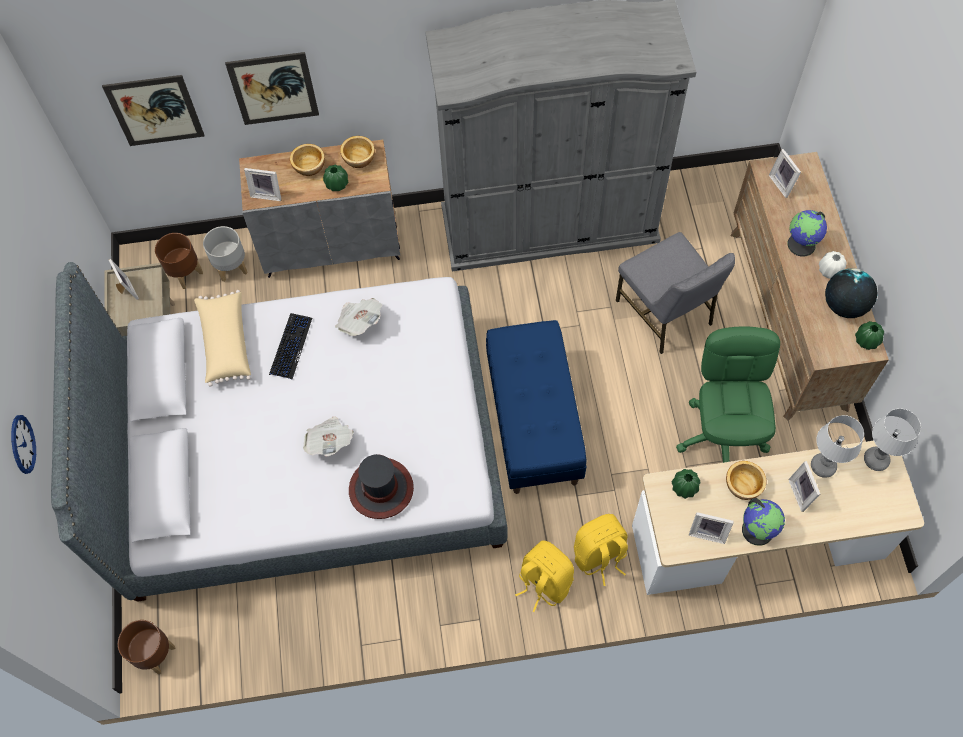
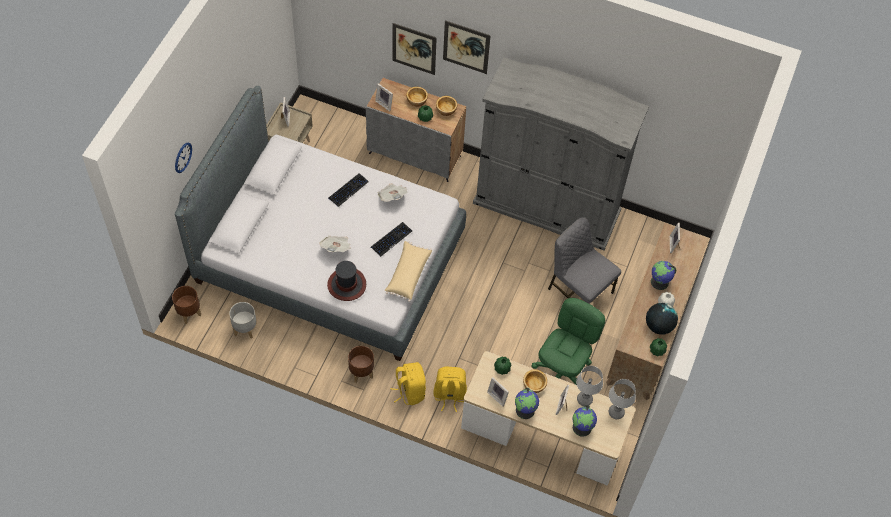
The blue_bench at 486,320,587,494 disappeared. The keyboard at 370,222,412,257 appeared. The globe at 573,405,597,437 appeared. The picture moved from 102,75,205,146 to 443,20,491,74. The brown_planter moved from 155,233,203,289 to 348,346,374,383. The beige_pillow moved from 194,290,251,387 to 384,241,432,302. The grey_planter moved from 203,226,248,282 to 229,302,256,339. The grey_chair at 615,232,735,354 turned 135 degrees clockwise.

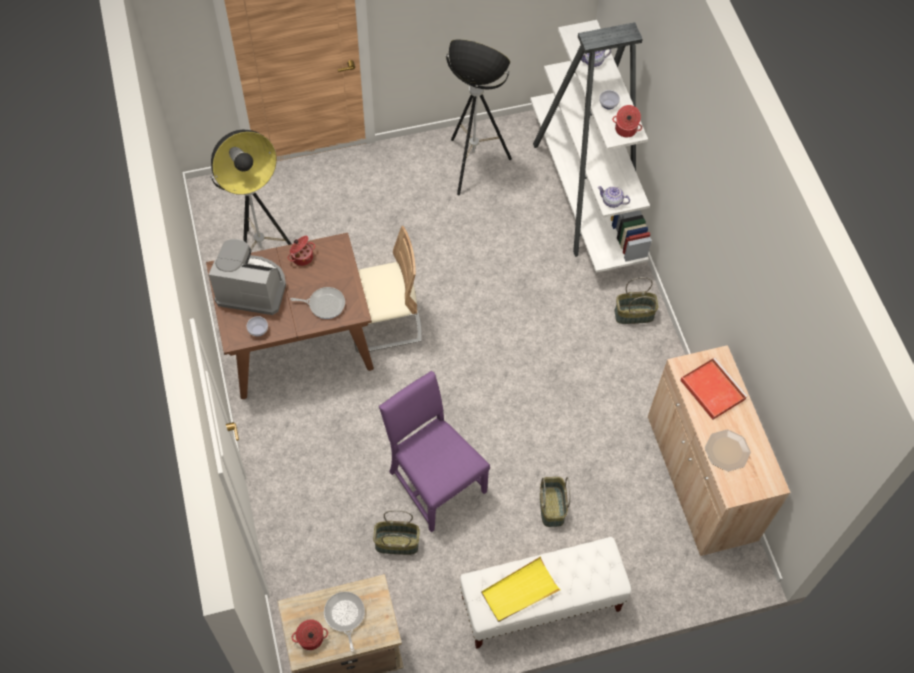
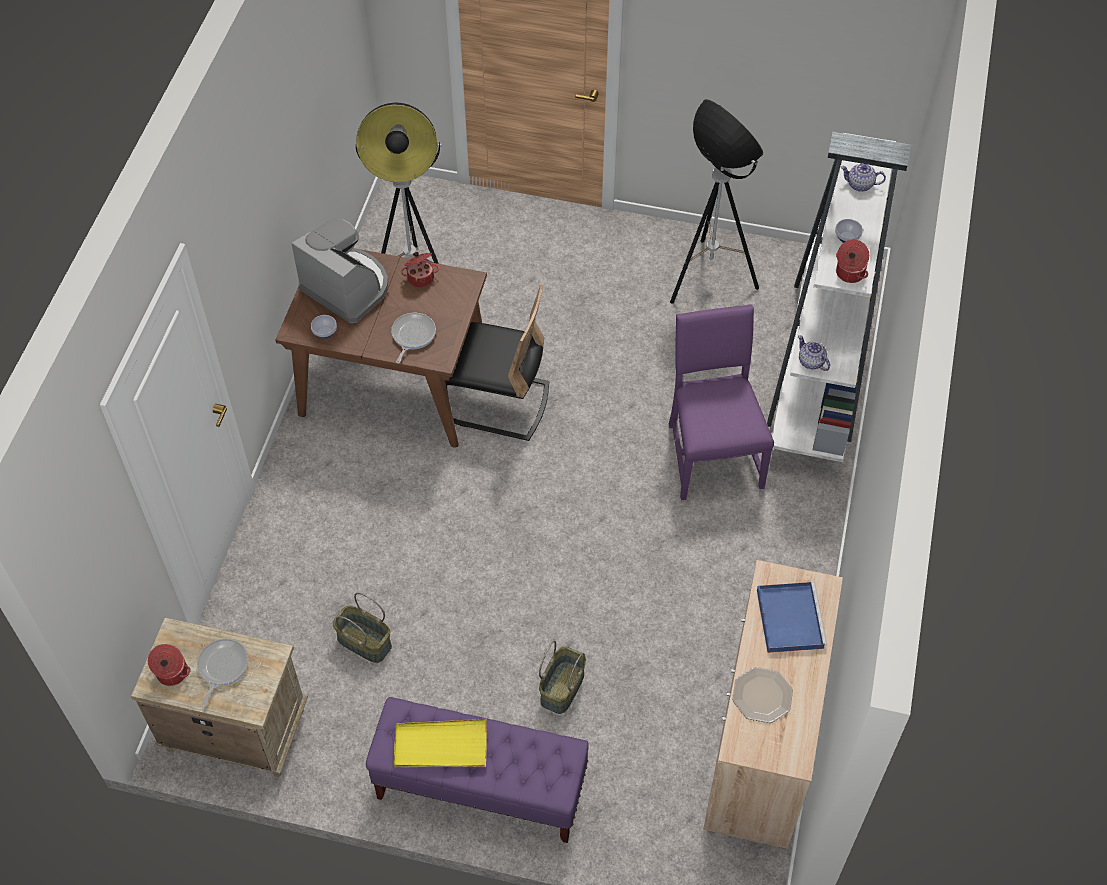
The basket at 614,277,659,324 disappeared. The purple_chair moved from 379,371,490,532 to 669,304,774,501. The beige_chair at 354,226,422,353 became the black_chair at 445,285,549,441. The white_bench at 460,537,631,649 became the purple_bench at 366,697,589,843. The red_tray at 680,358,748,420 became the blue_tray at 757,582,827,653. The frying_pan at 290,287,345,319 turned 105 degrees counterclockwise.

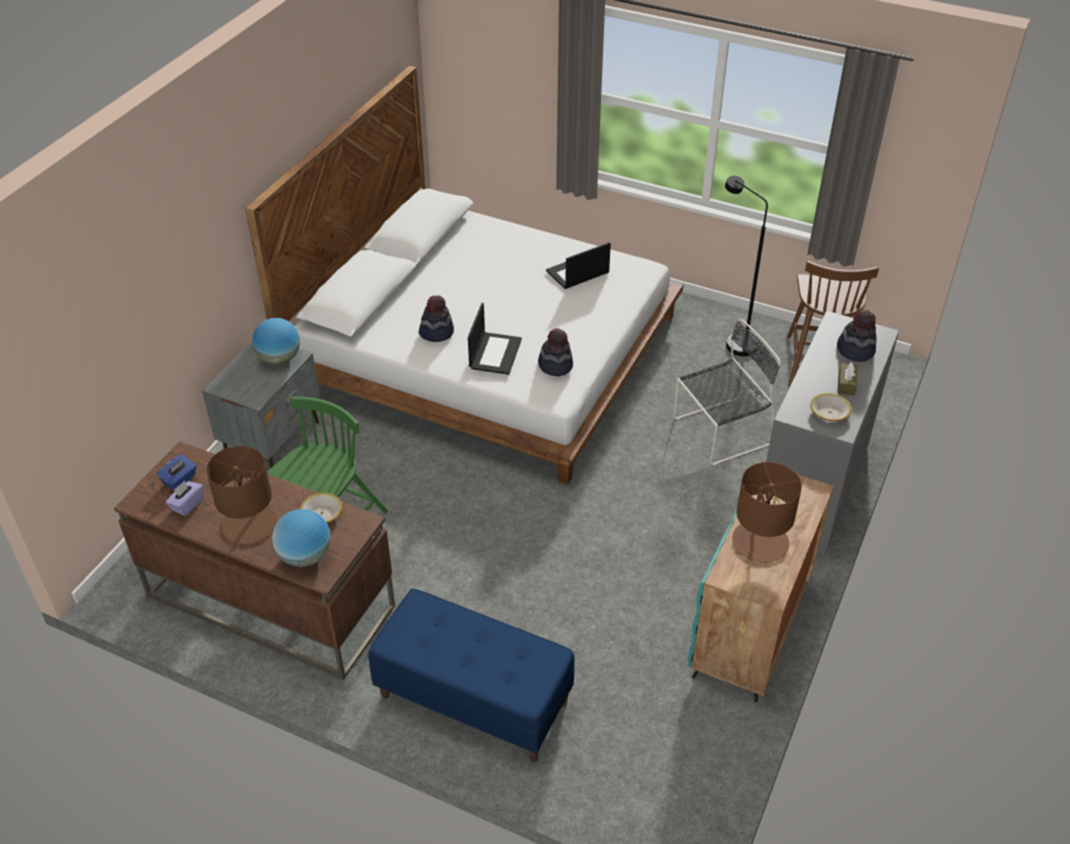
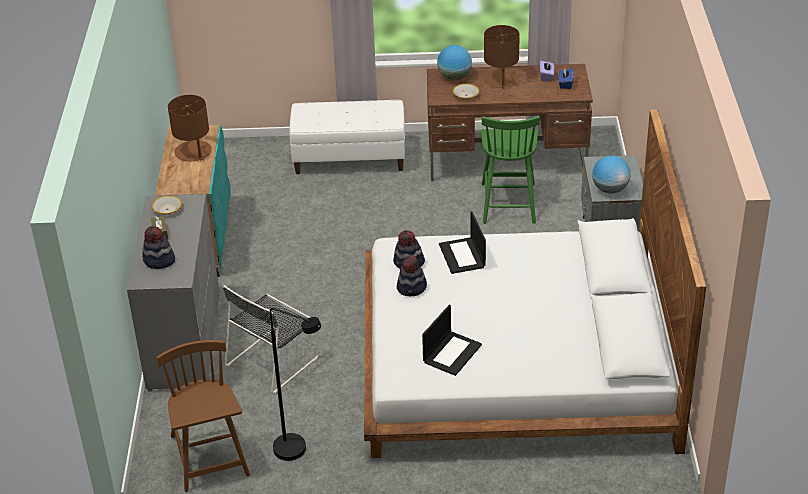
The hat moved from 419,295,454,342 to 397,255,427,296. The blue_bench at 368,589,575,762 became the white_bench at 289,100,405,174.

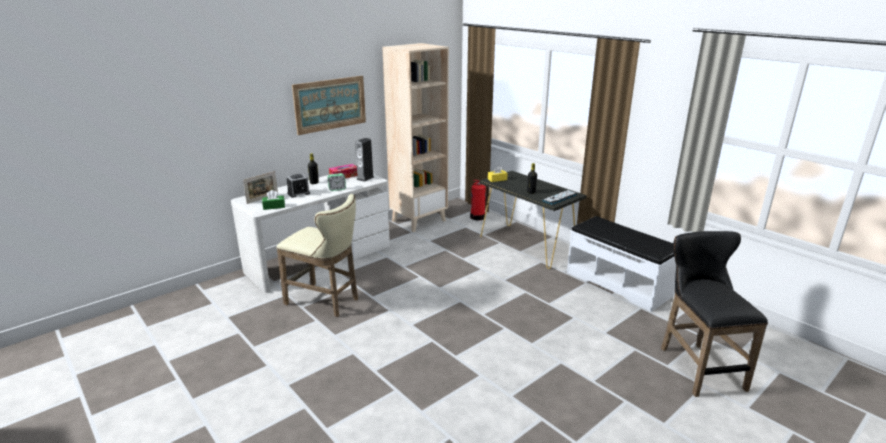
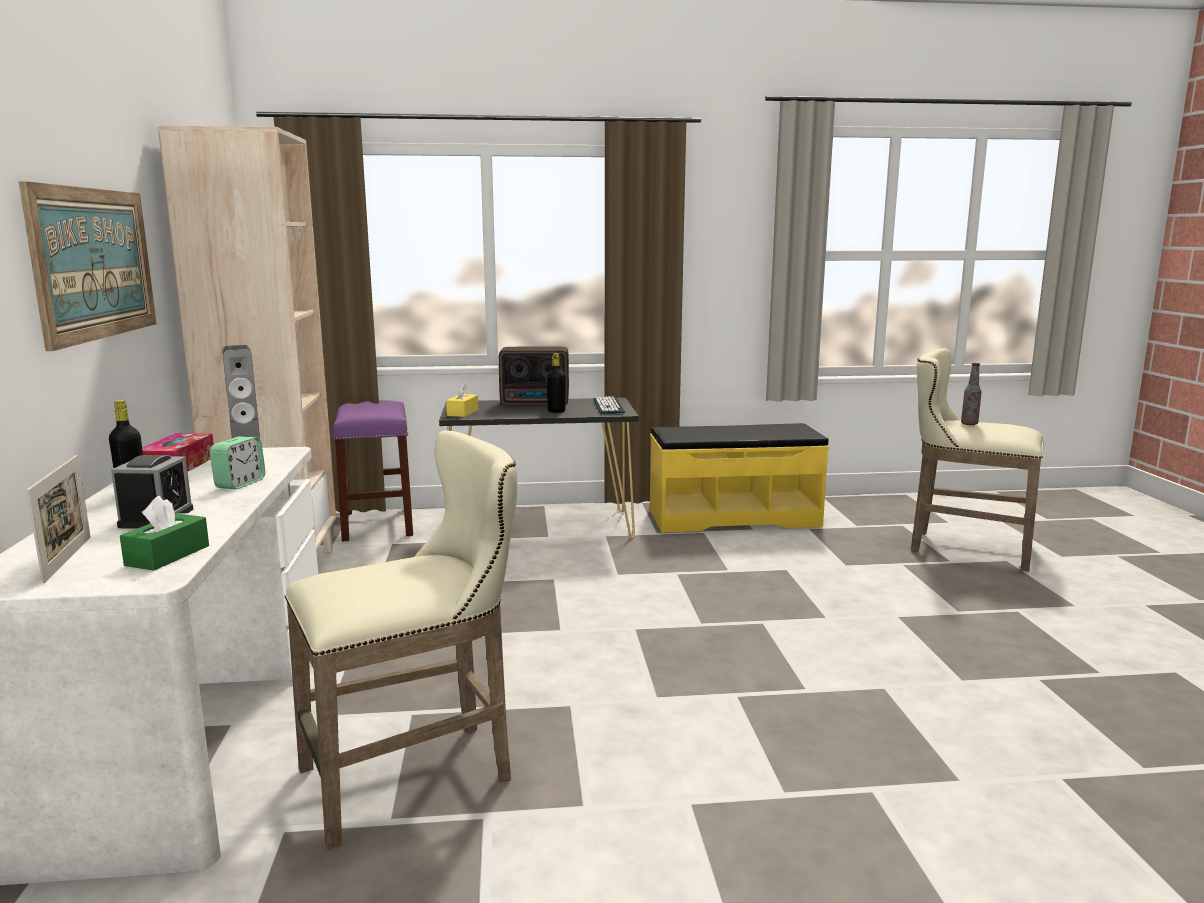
The radio at 499,346,569,406 appeared. The bottle at 961,363,982,425 appeared. The fire_extinguisher at 470,180,488,220 was replaced by the purple_stool at 333,400,413,541. The white_bench at 567,216,676,312 became the yellow_bench at 650,423,829,533. The black_stool at 661,231,768,397 became the beige_stool at 911,348,1044,572.

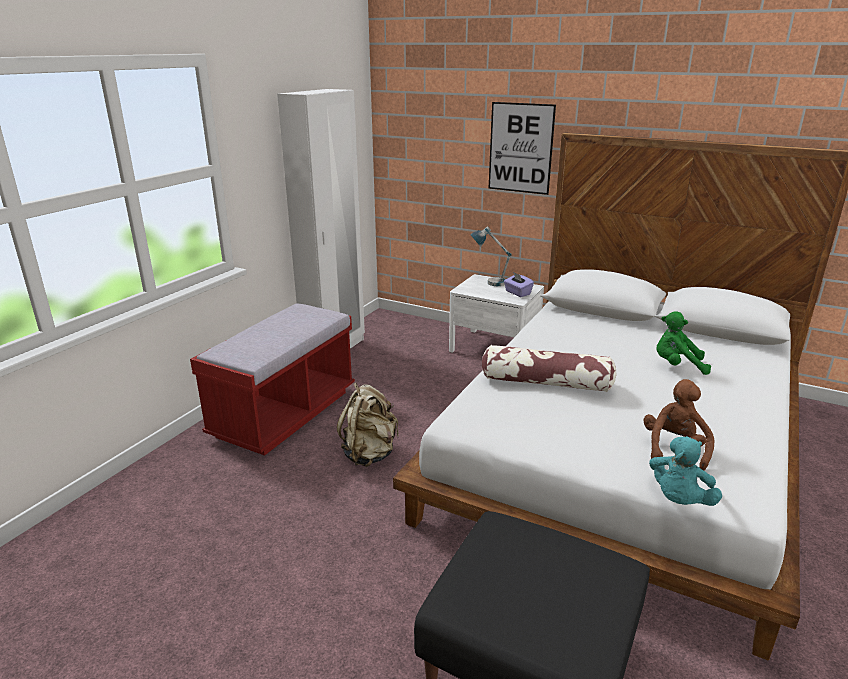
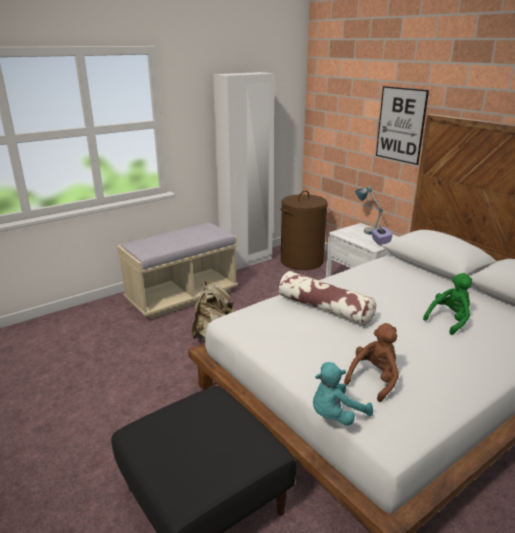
The brown_laundry_basket at 280,190,328,270 appeared. The red_bench at 190,304,355,456 became the beige_bench at 117,223,238,319. The green_plush_toy at 657,311,711,375 turned 105 degrees clockwise.

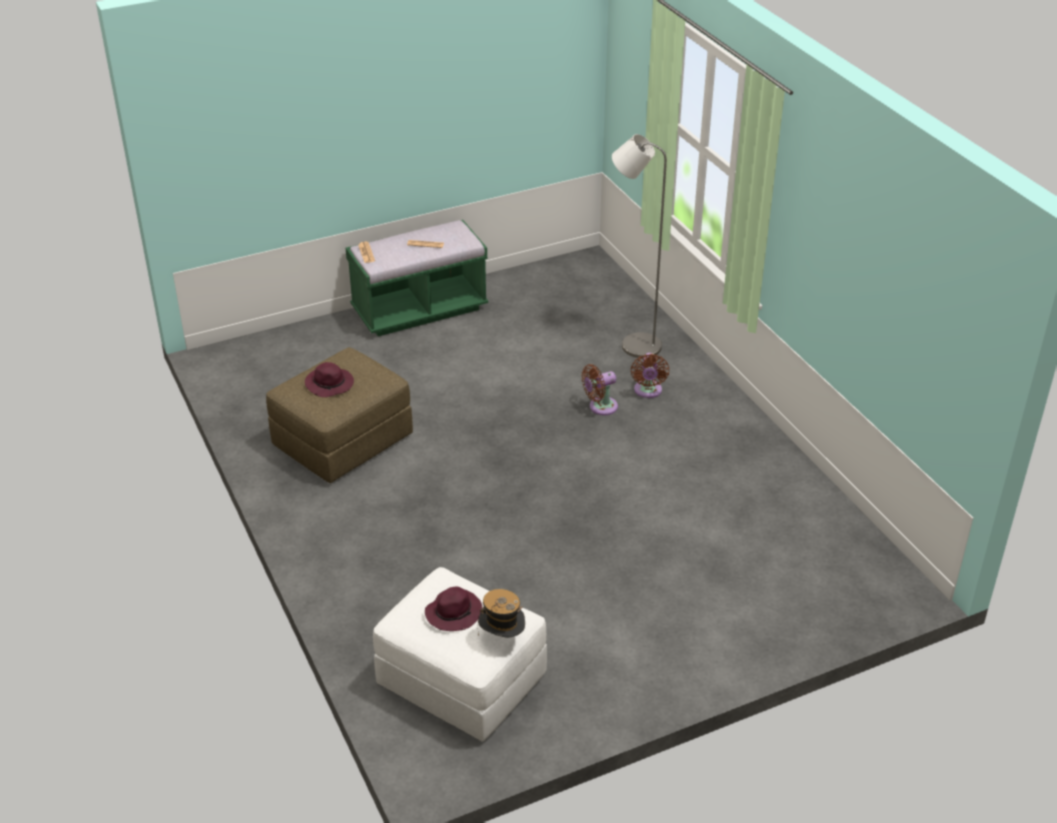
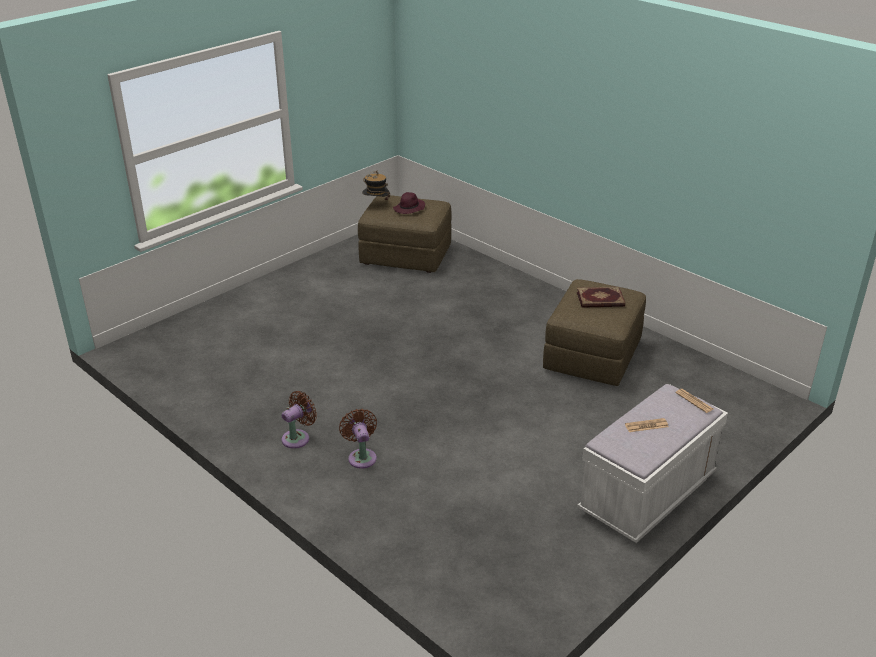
The grey_floor_lamp at 612,134,667,358 disappeared. The brown_fan moved from 581,364,618,415 to 281,391,317,449. The purple_hat at 305,362,354,397 was replaced by the book at 577,287,625,308. The green_bench at 346,220,488,336 became the white_bench at 577,384,728,543. The white_ottoman at 373,567,547,742 became the brown_ottoman at 358,195,452,273.

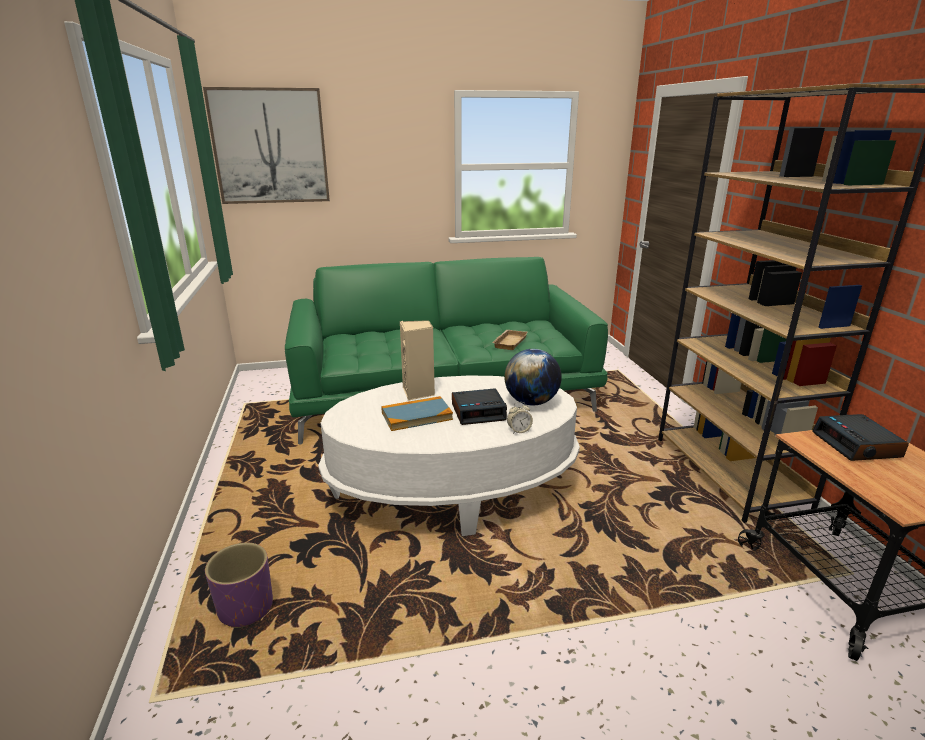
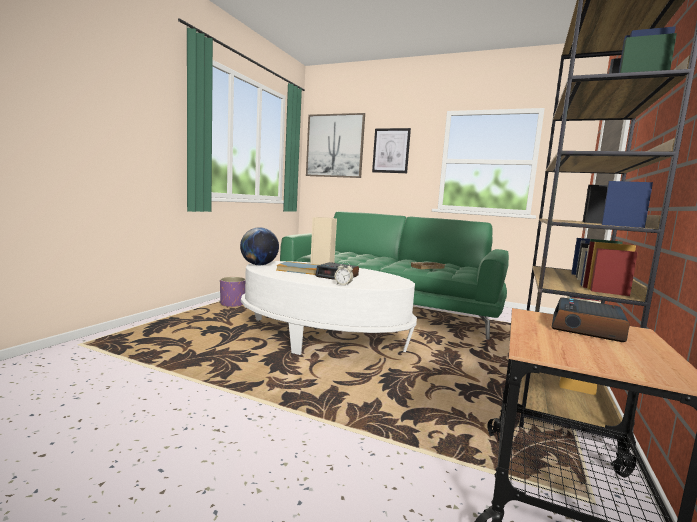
The picture at 372,128,411,173 appeared. The purple_planter moved from 205,543,273,628 to 220,277,245,307. The globe moved from 504,349,562,406 to 240,227,279,265.

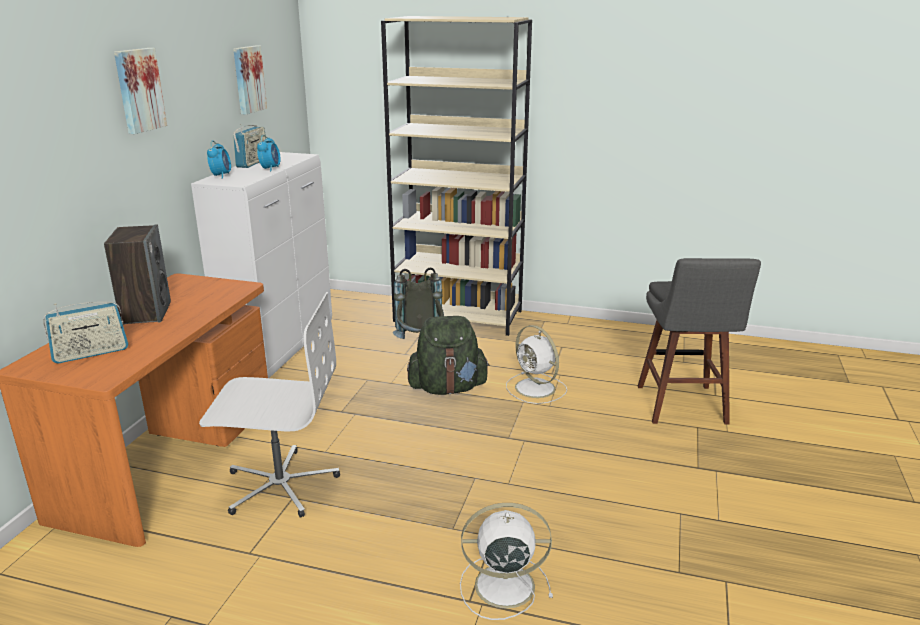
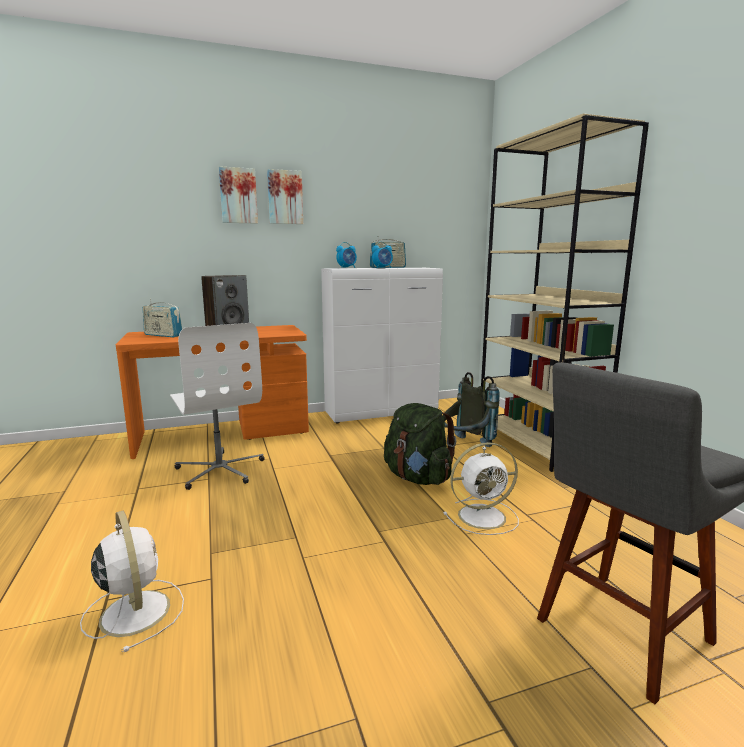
The picture moved from 233,45,267,114 to 219,166,258,224. The white_fan at 506,325,567,404 turned 120 degrees counterclockwise.

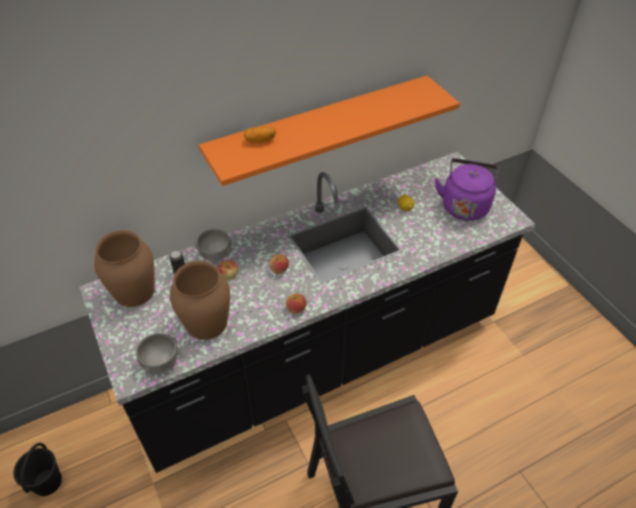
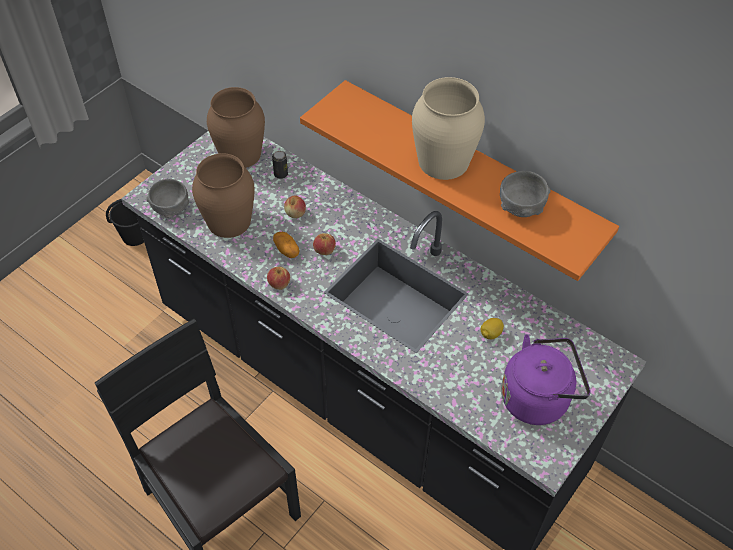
The beige_vase at 412,77,485,180 appeared. The grey_bowl moved from 195,228,232,263 to 500,171,551,217. The potato moved from 244,126,276,143 to 273,232,300,258.

